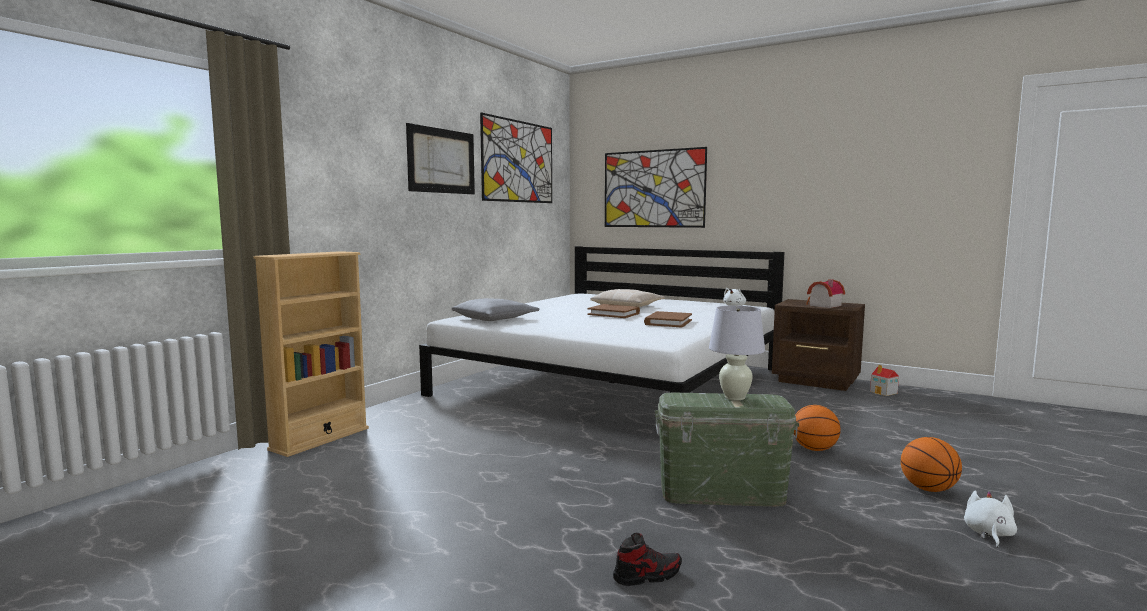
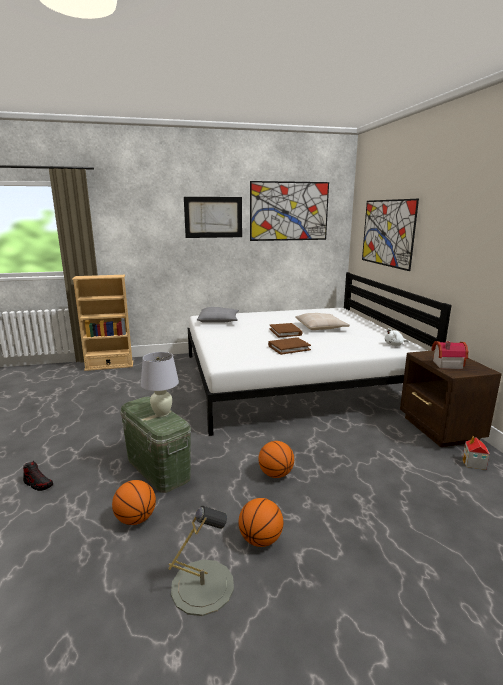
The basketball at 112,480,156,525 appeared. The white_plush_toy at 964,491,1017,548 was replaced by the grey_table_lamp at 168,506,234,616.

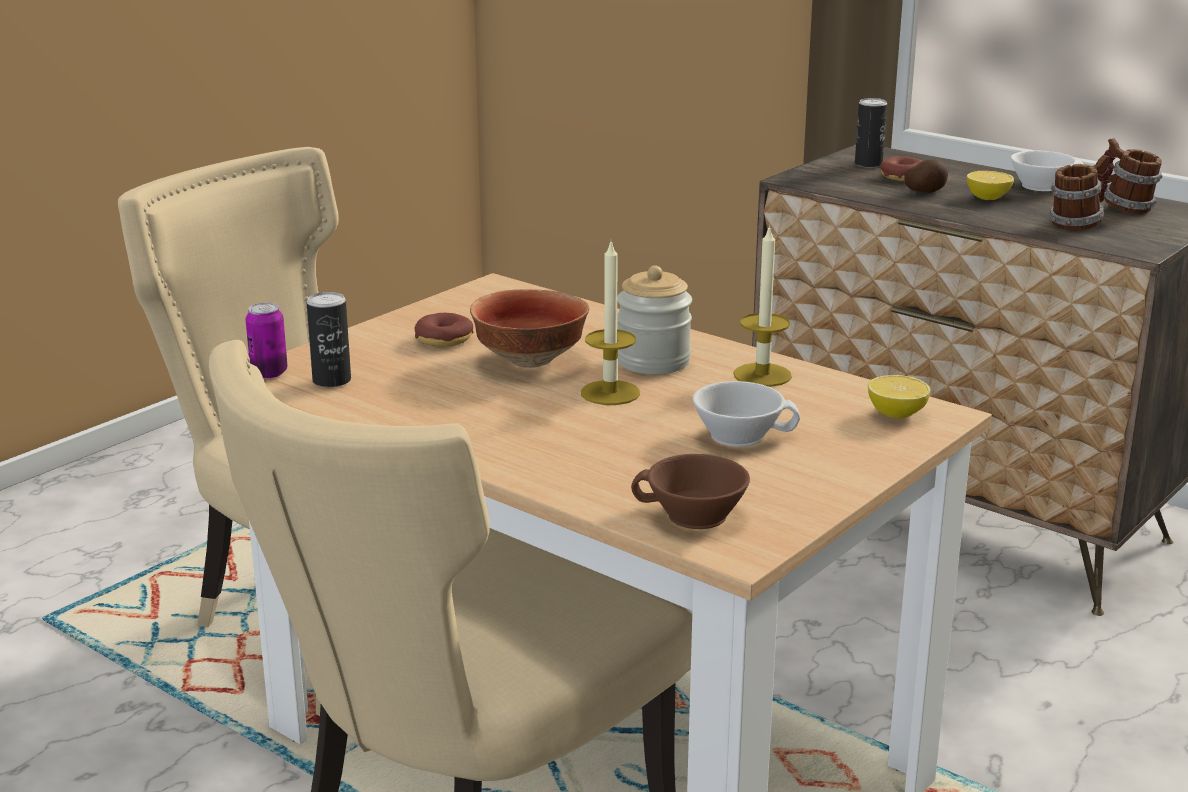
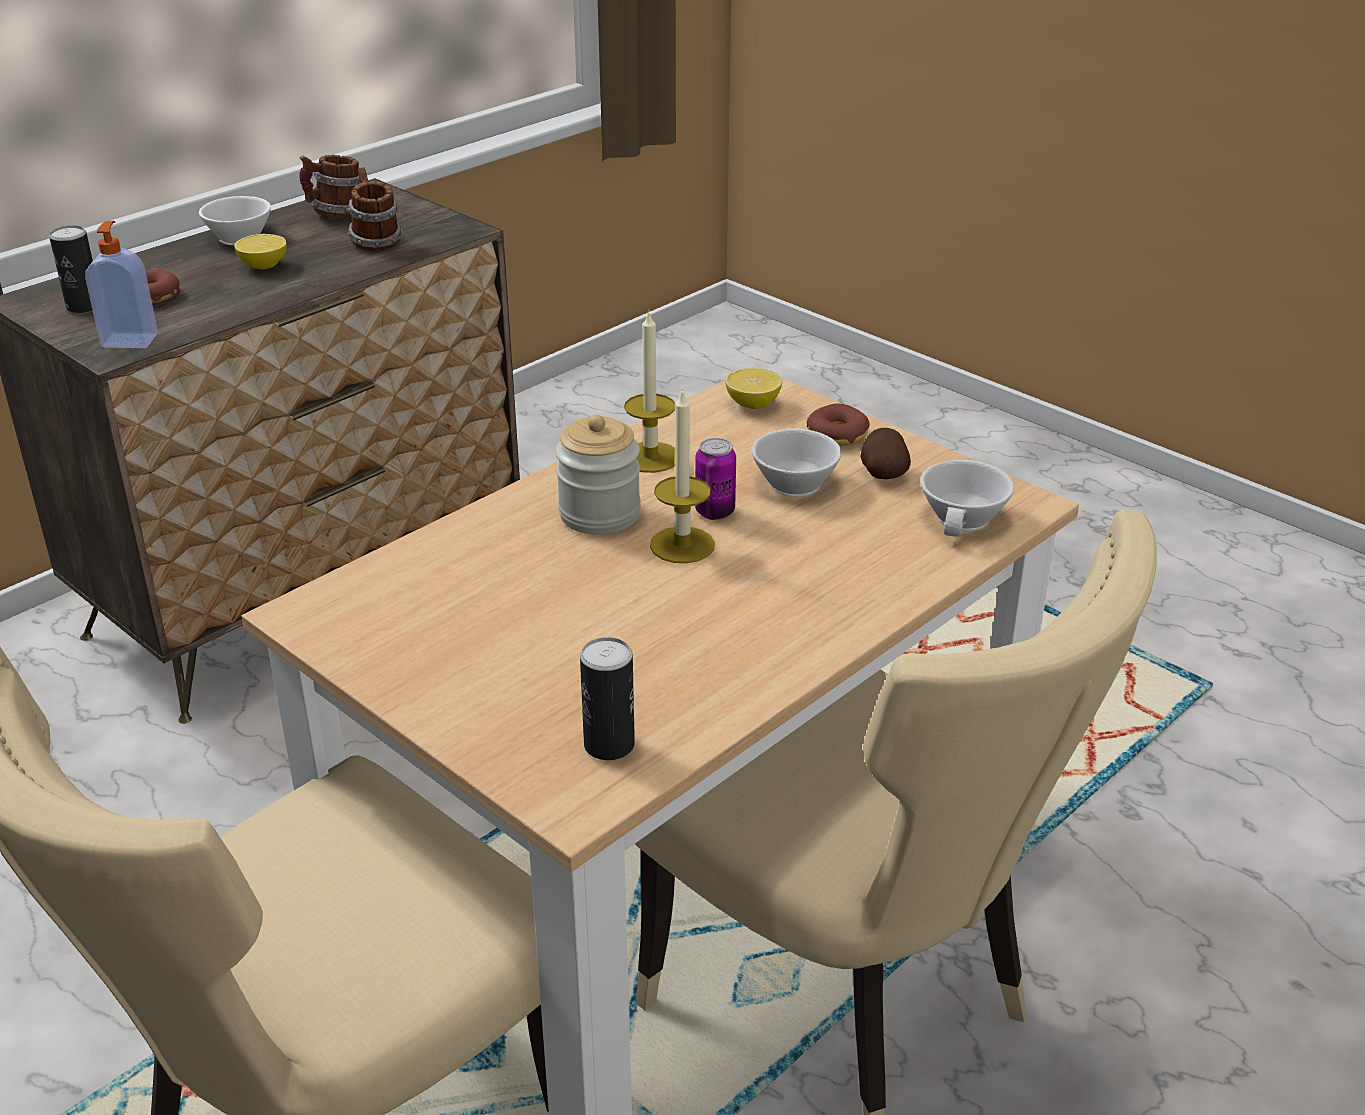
The bowl at 470,289,589,368 disappeared. The soap_dispenser at 85,221,158,348 appeared. The can moved from 246,303,288,378 to 695,438,736,520. The donut moved from 414,313,473,347 to 807,403,870,446. The potato moved from 904,160,948,193 to 860,428,911,479. The brown_cup at 631,454,750,529 became the white_cup at 920,460,1014,537.

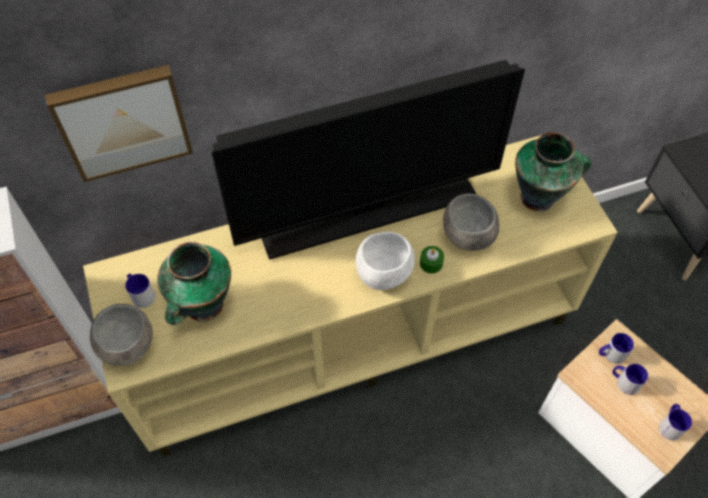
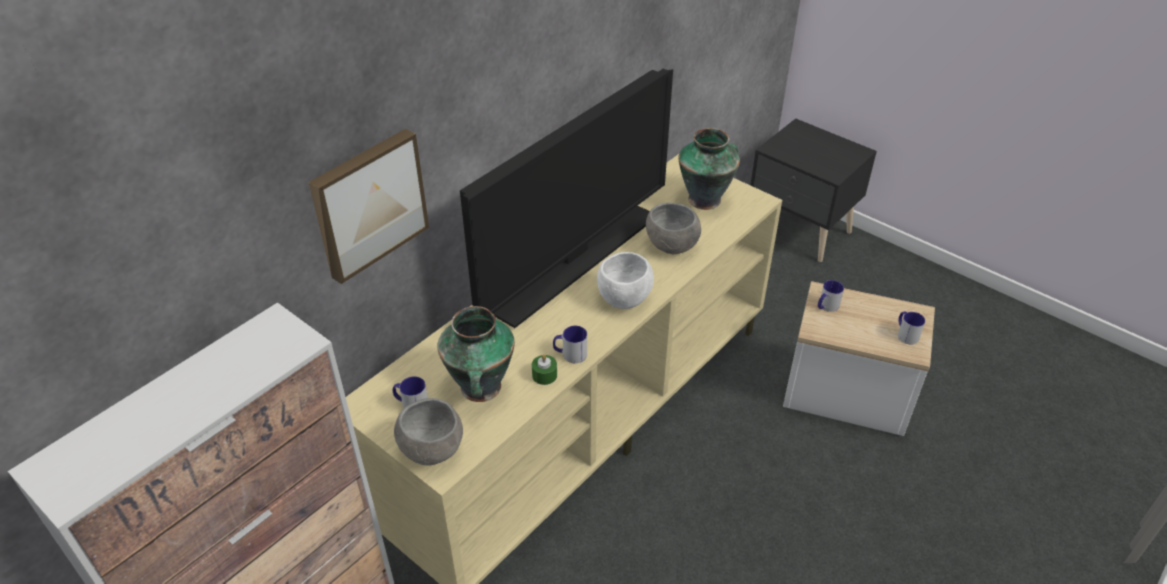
The green_candle moved from 420,246,444,274 to 532,354,557,385. The mug moved from 613,364,648,395 to 553,326,587,363.

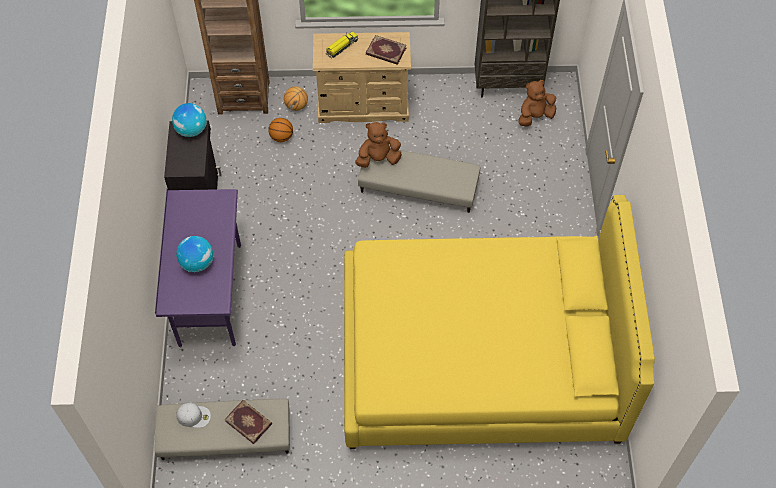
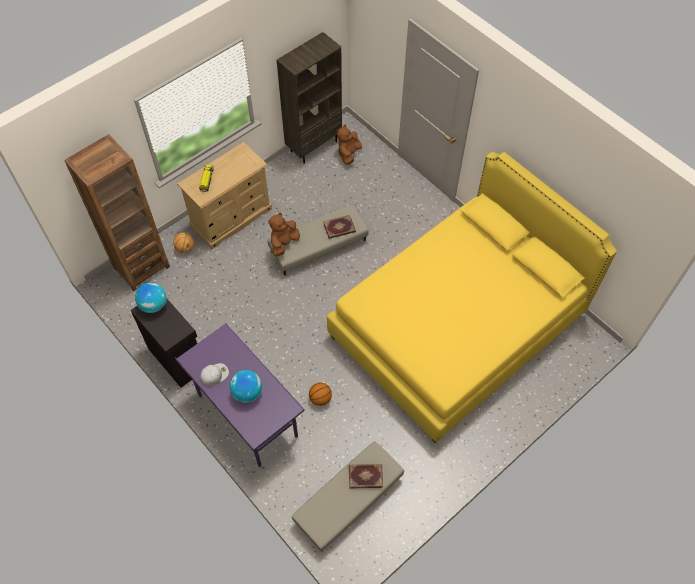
The white_cap moved from 176,403,211,428 to 200,363,229,386. The basketball moved from 268,118,293,142 to 309,382,332,406. The book moved from 366,35,407,65 to 323,215,356,239.

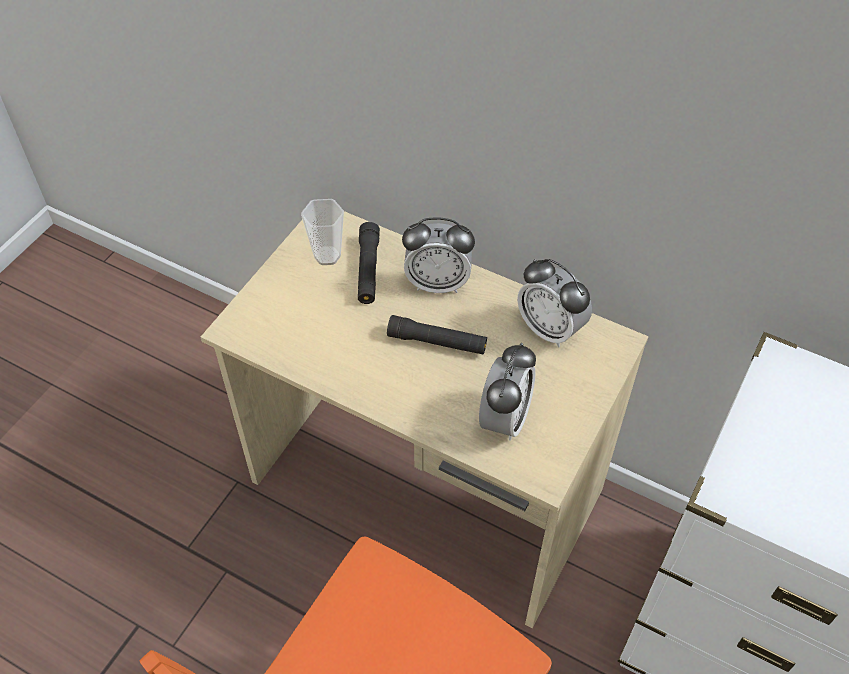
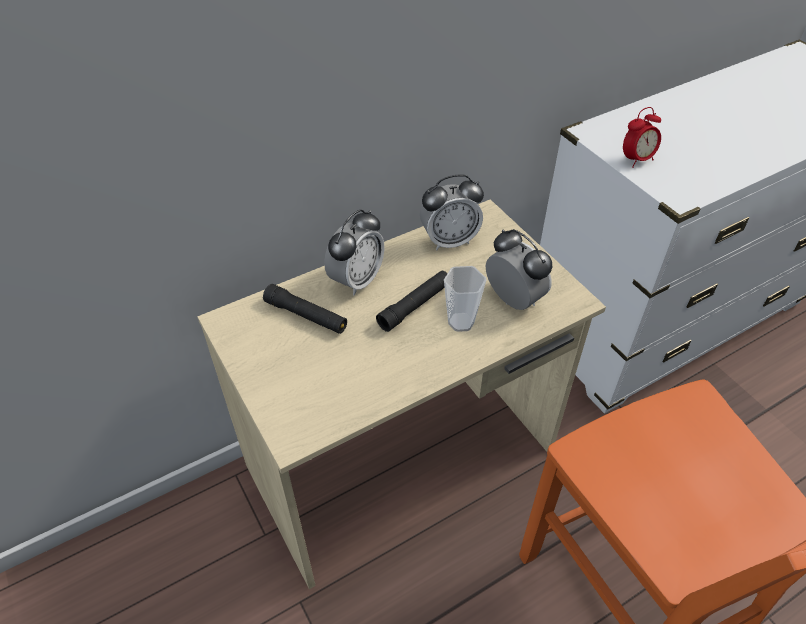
The alarm_clock at 623,107,661,168 appeared. The cup moved from 301,199,344,265 to 444,266,486,332.

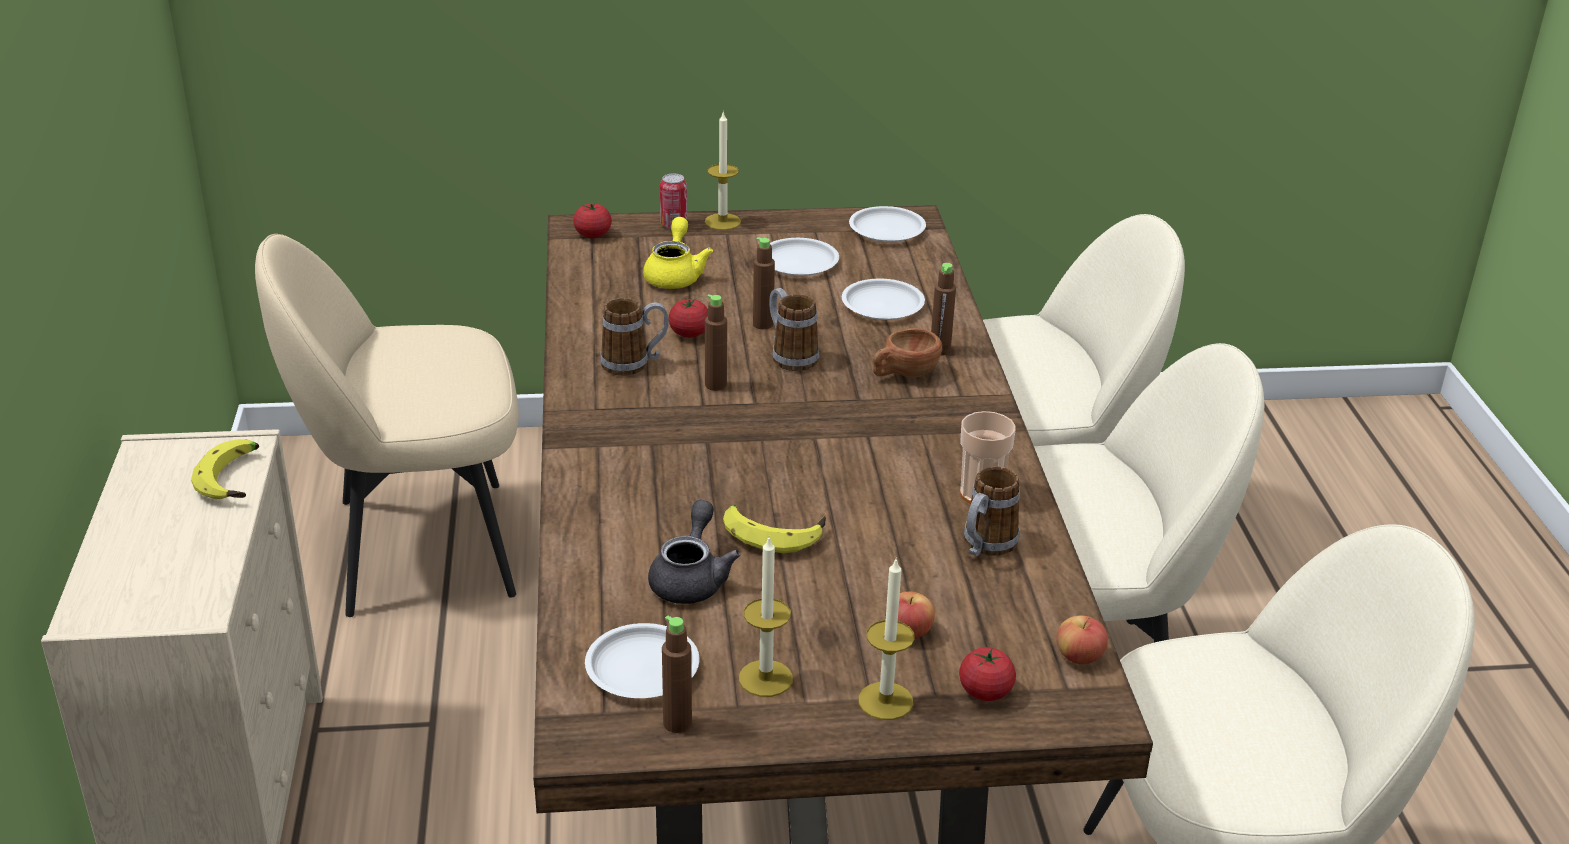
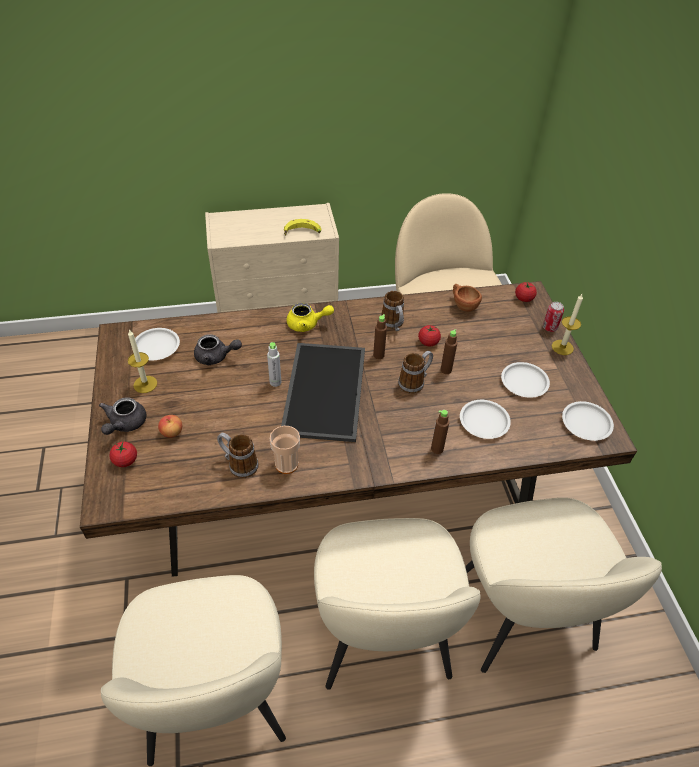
The brown_bottle at 662,616,692,733 disappeared. The banana at 723,505,826,553 disappeared. The apple at 1057,616,1108,664 disappeared. The grey_bottle at 267,342,281,387 appeared. The tray at 281,343,365,442 appeared. The yellow_teapot moved from 643,217,713,289 to 287,303,334,332. The brown_cup moved from 873,328,942,378 to 453,284,482,312. The candle at 858,557,915,720 was replaced by the grey_teapot at 99,397,146,435.

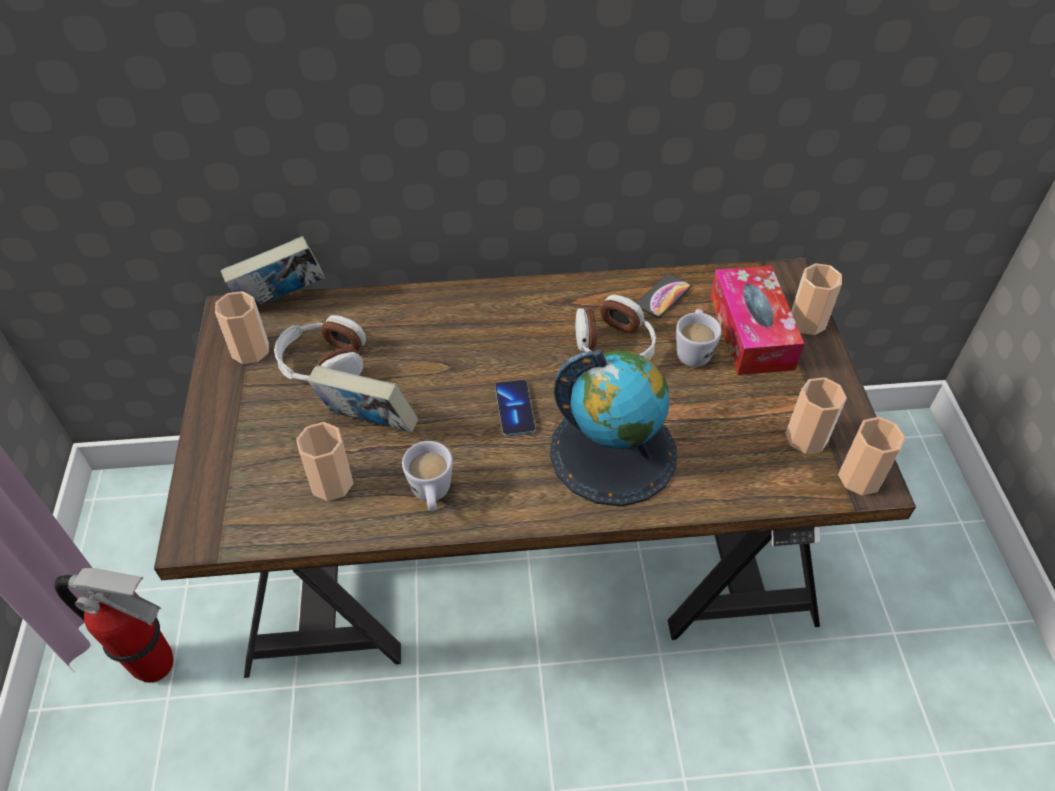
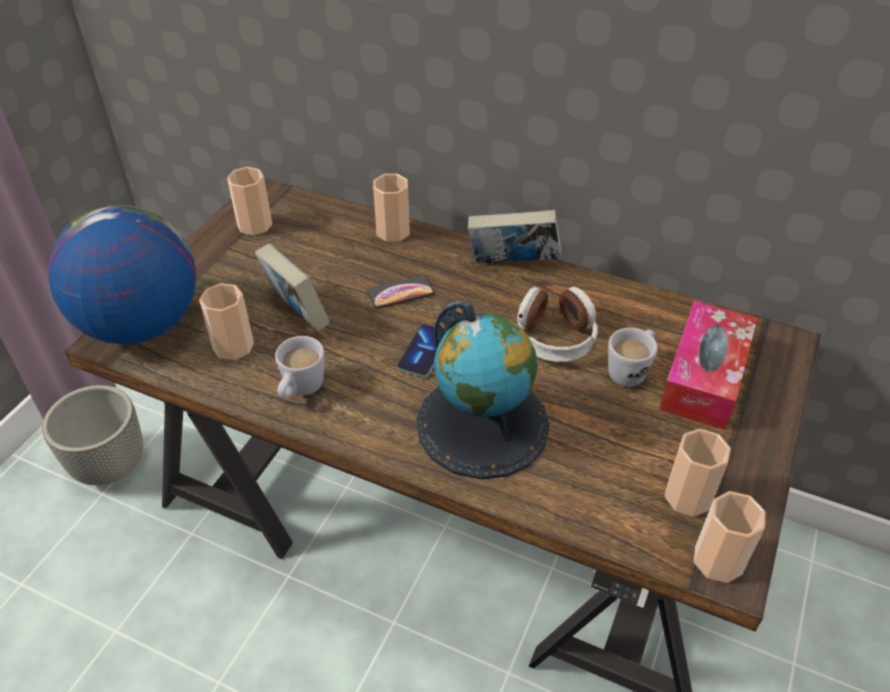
The headphones at 274,315,366,381 disappeared. The globe at 48,205,196,344 appeared. The book moved from 221,236,325,306 to 468,210,561,264. The phone moved from 636,274,691,318 to 367,275,434,309. The cup moved from 791,263,842,335 to 373,174,410,242. The fire_extinguisher at 54,568,173,683 was replaced by the planter at 42,385,143,485.

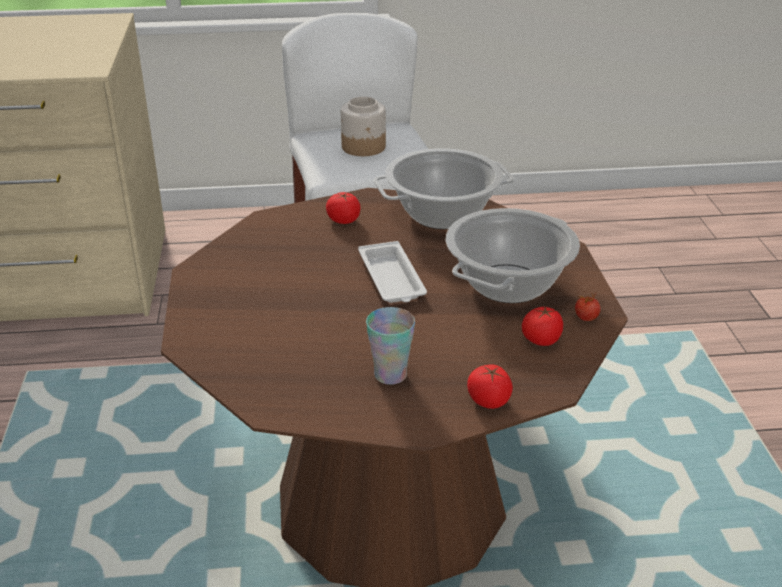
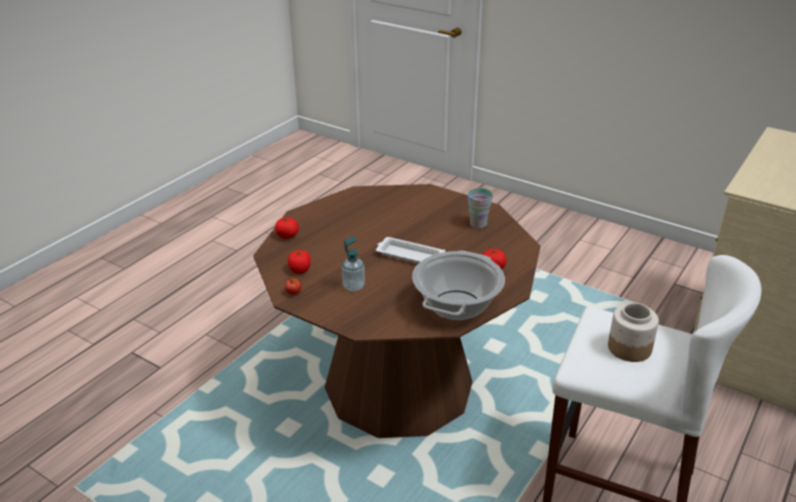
The cup moved from 366,307,415,385 to 468,188,493,228. The cooking_pot at 446,208,580,303 was replaced by the soap_dispenser at 342,236,365,291.

